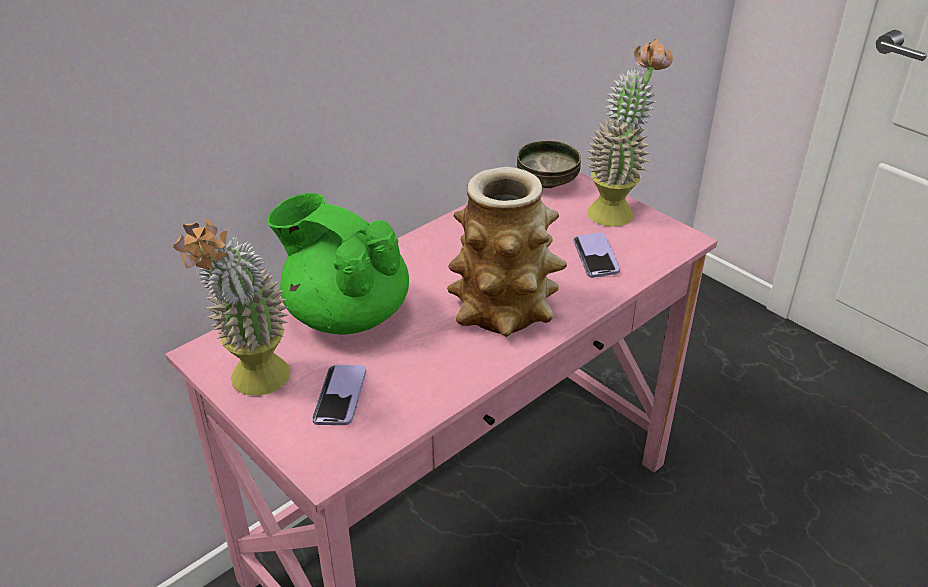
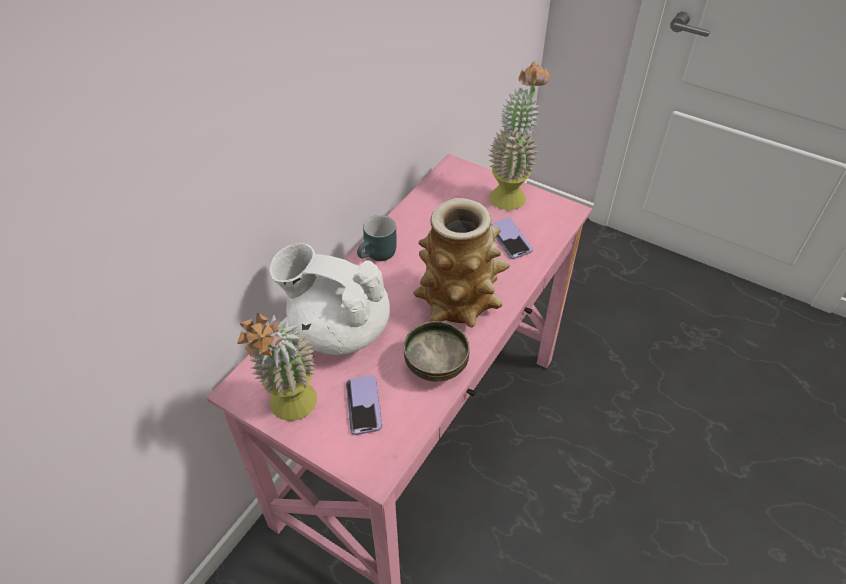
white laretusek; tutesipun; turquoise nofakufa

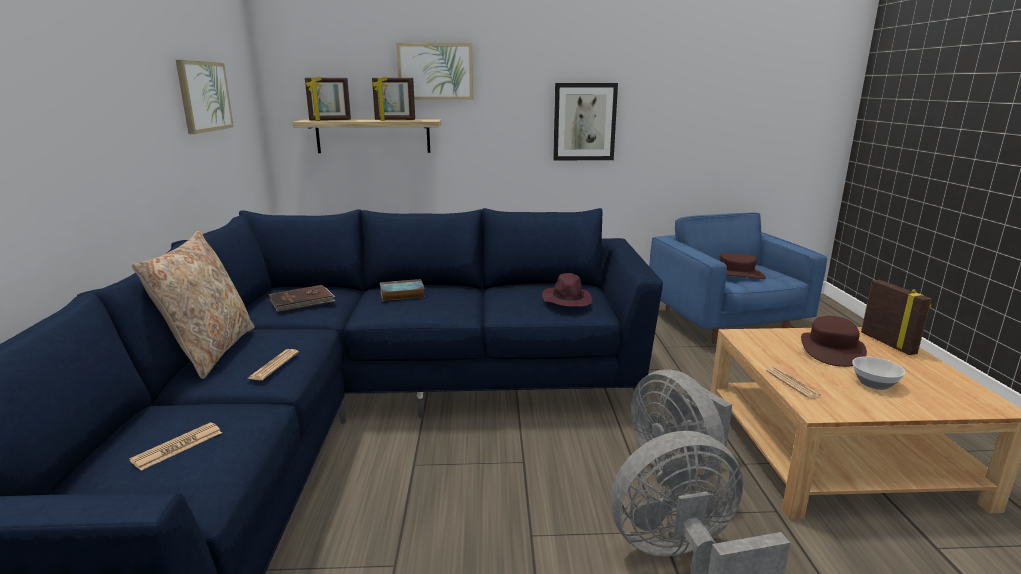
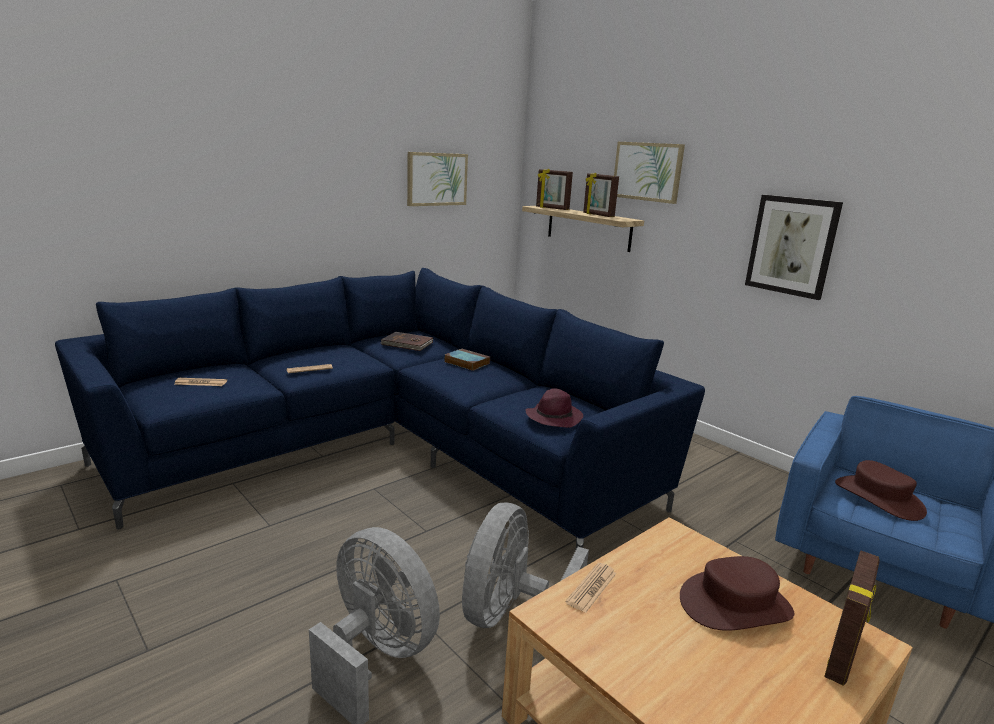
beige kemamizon; tutesipun

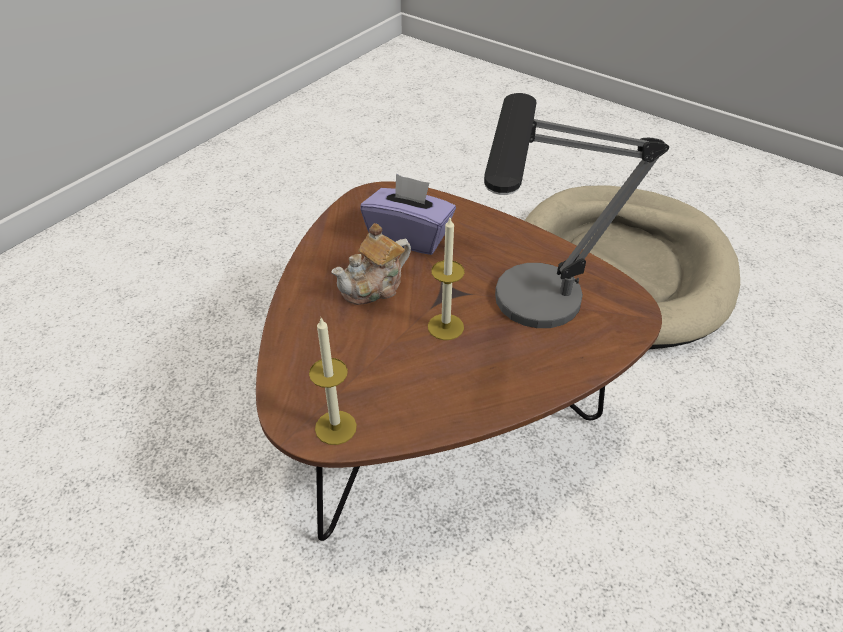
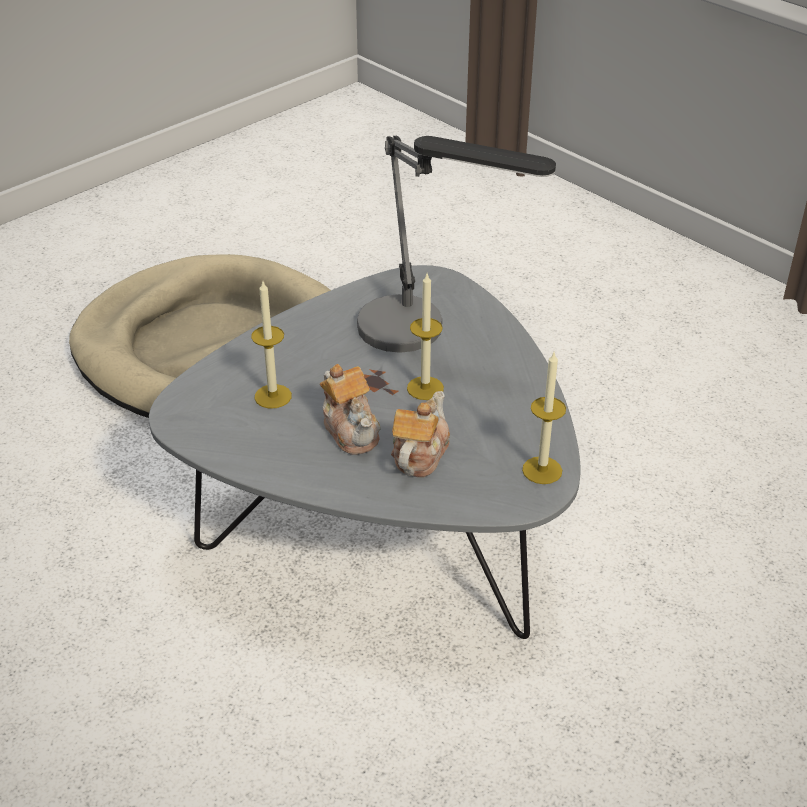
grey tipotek; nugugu (no. 1 from left); laretusek (no. 2 from left)

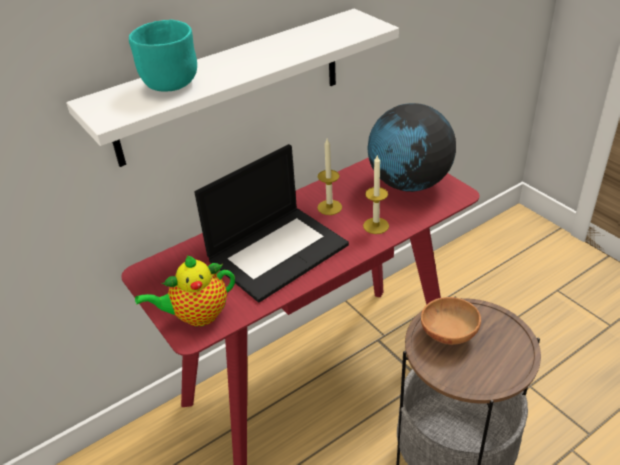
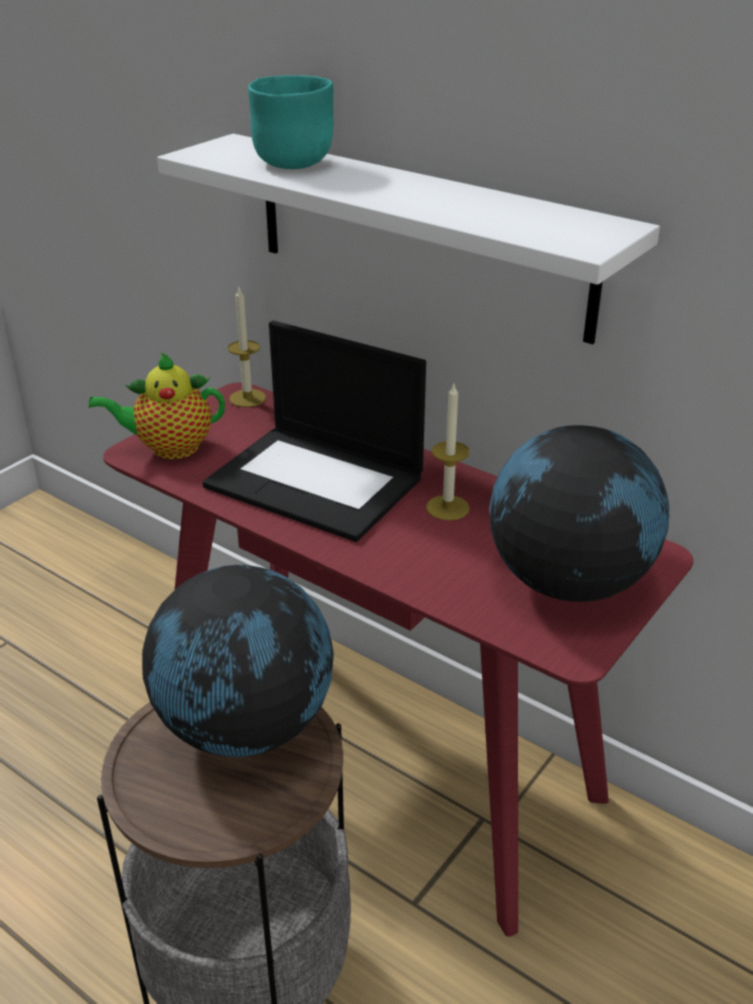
laretusek; nugugu (no. 1 from left); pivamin (no. 1 from left)

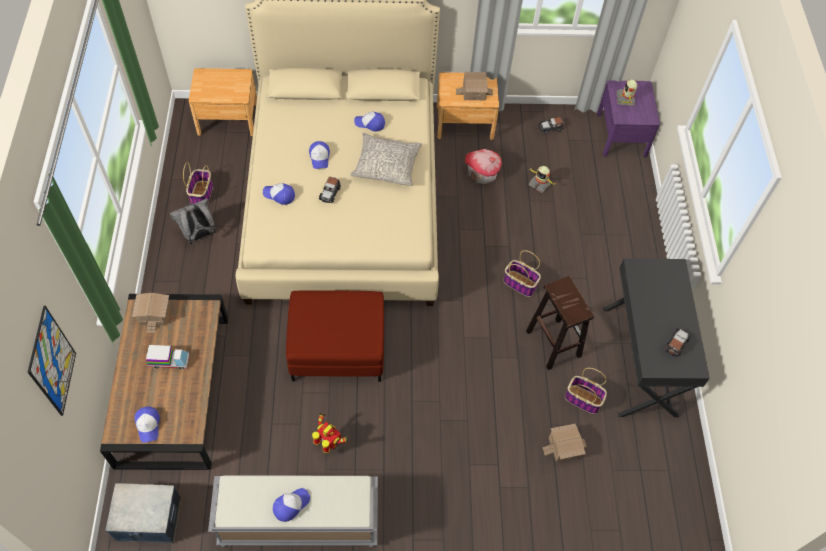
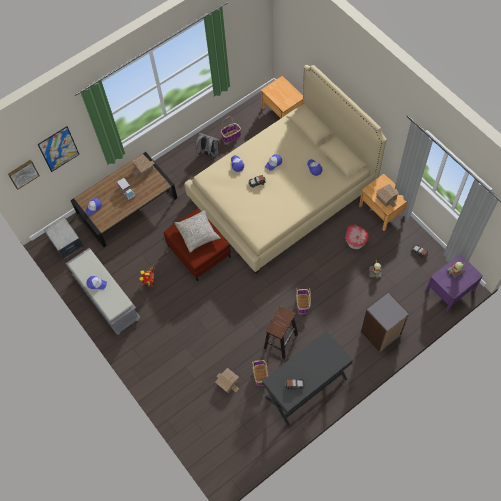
grey kemamizon; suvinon (no. 1 from left); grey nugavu

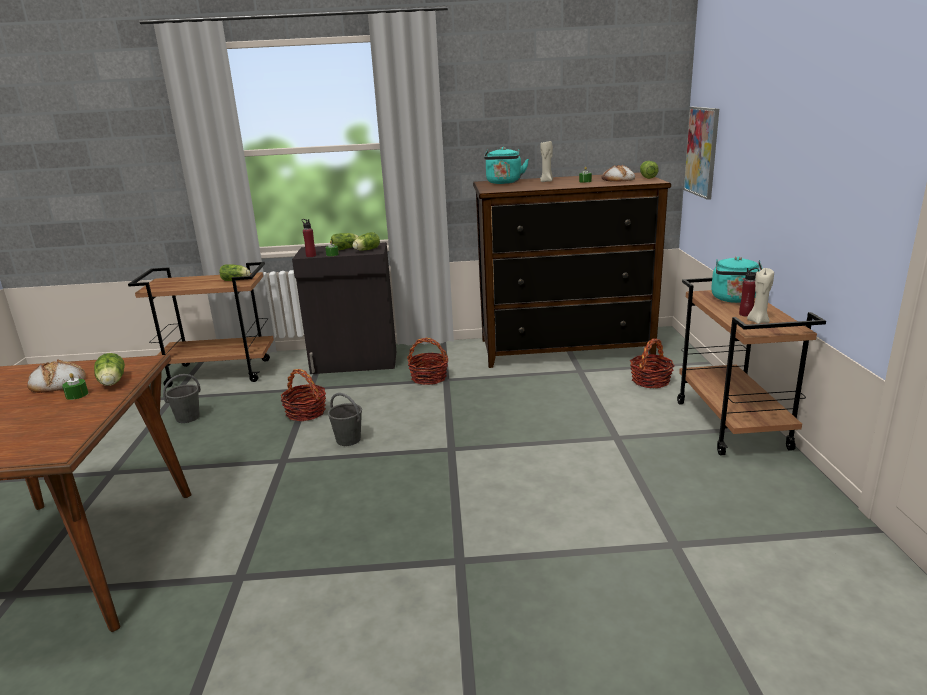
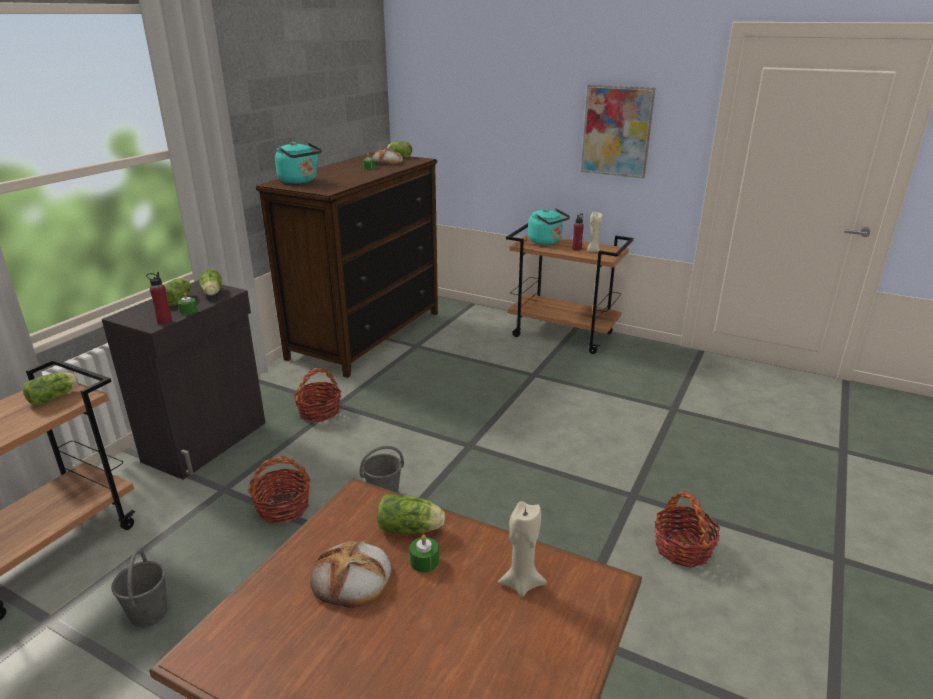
beige nugugu (no. 1 from left); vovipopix (no. 3 from left); suvinon

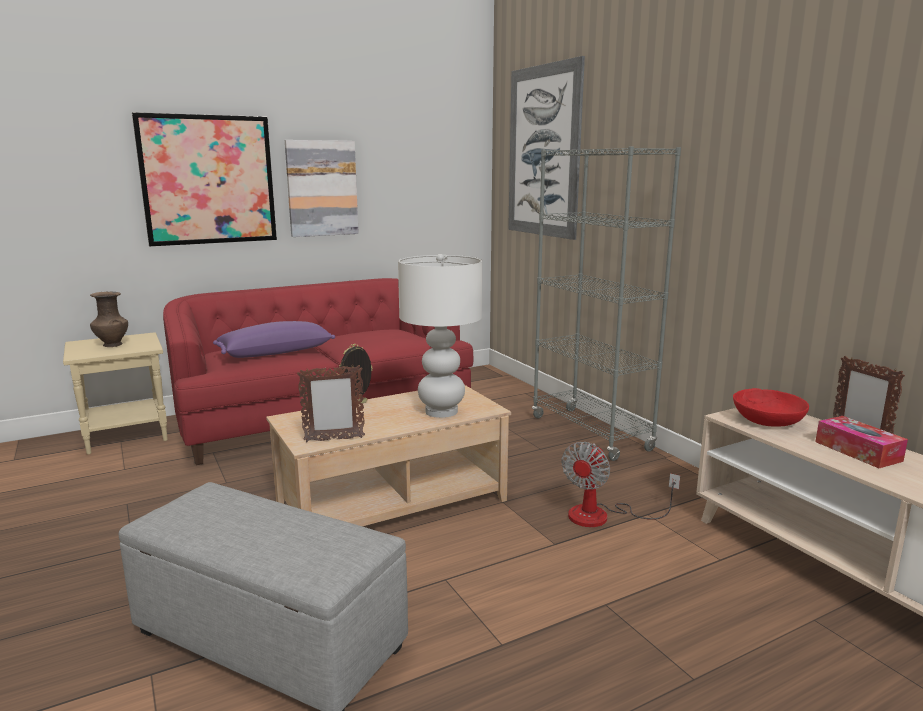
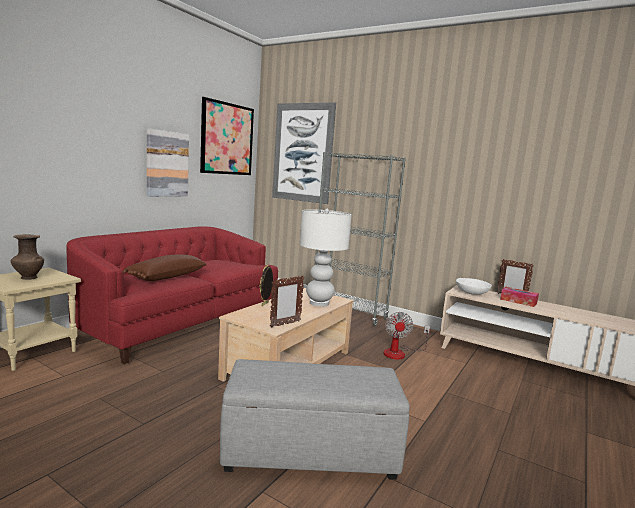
suvinon (no. 2 from left); brown kemamizon; white tutesipun

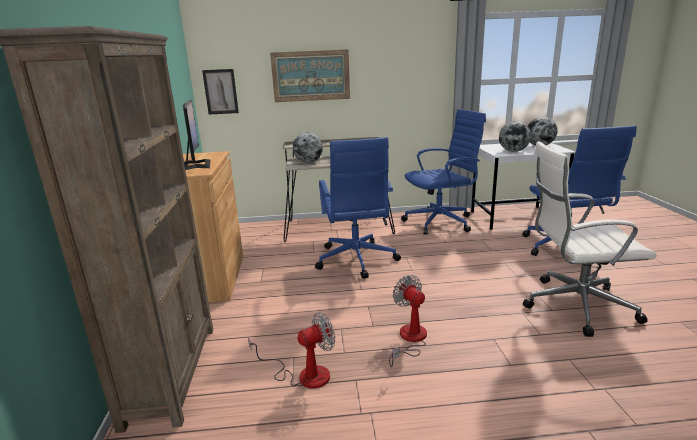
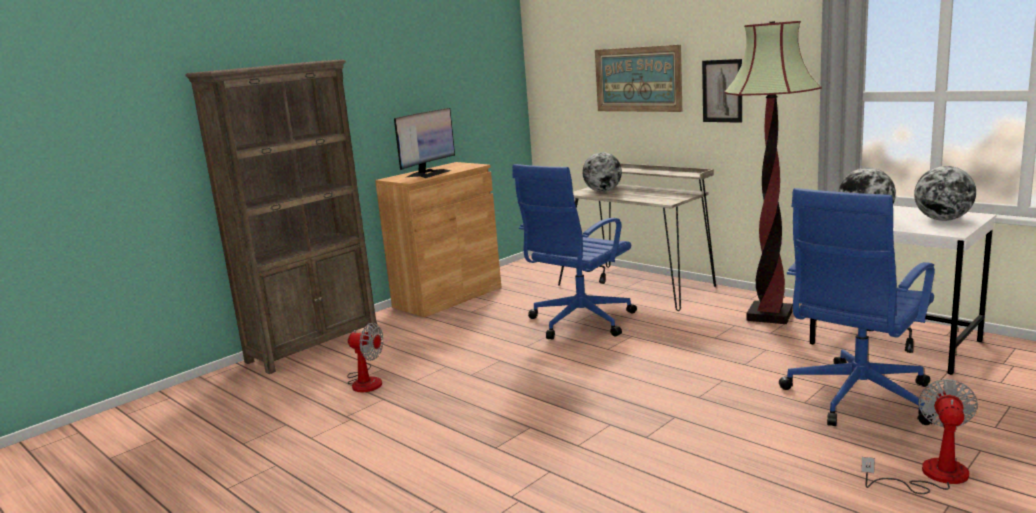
suvinon (no. 2 from left); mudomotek (no. 2 from left); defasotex; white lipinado

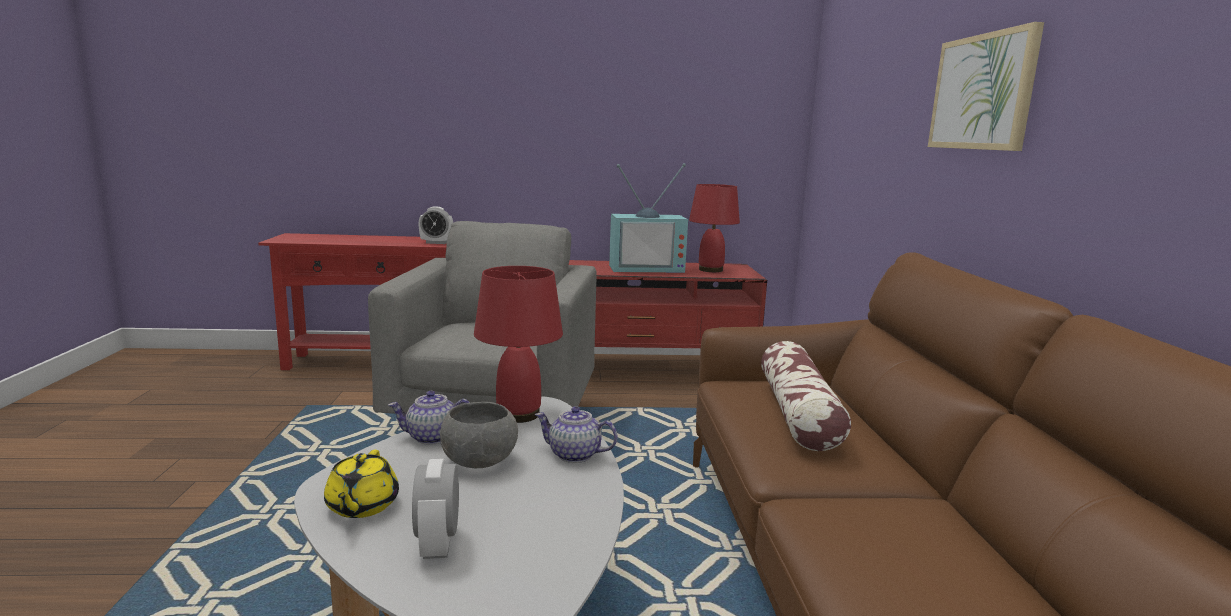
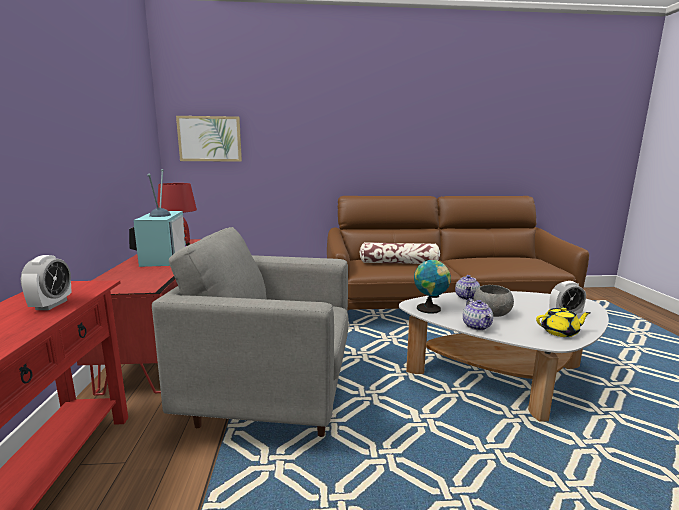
pivamin; suvinon

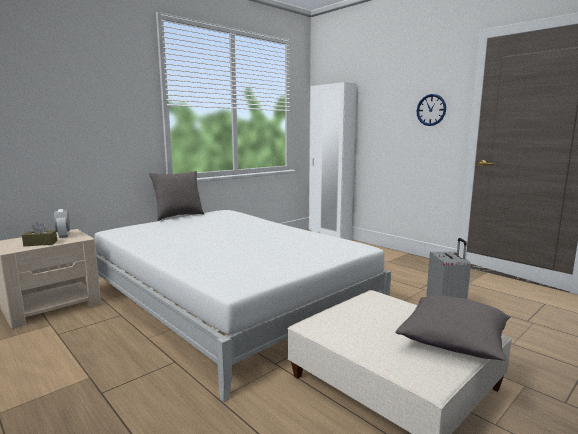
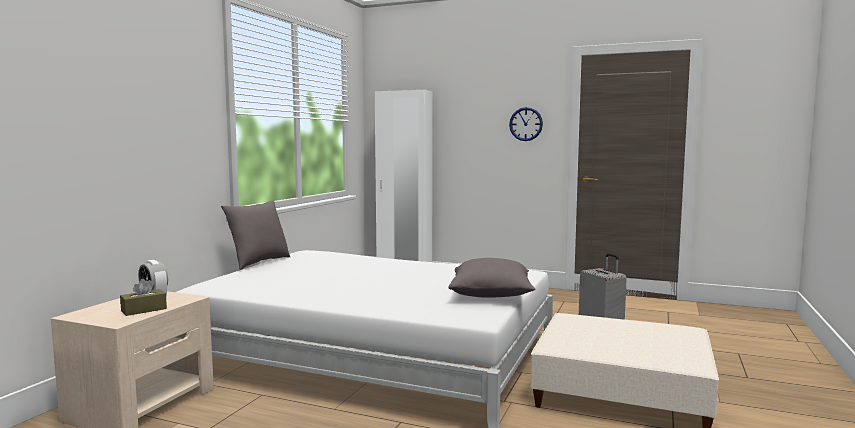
grey kemamizon (no. 2 from left)

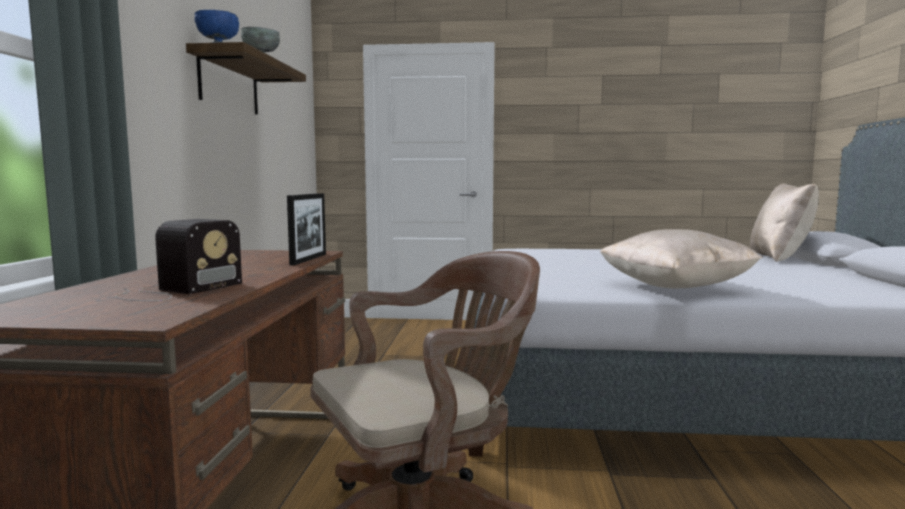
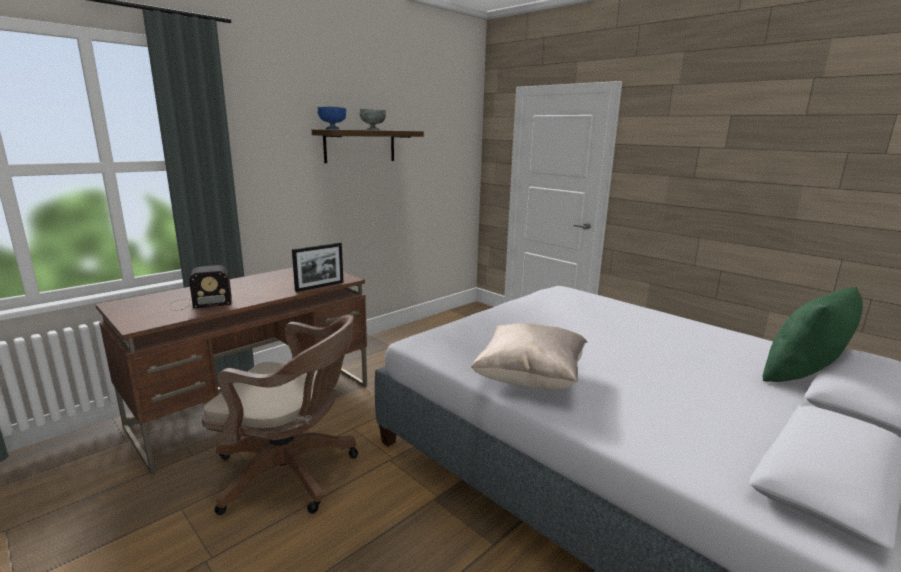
green kemamizon

